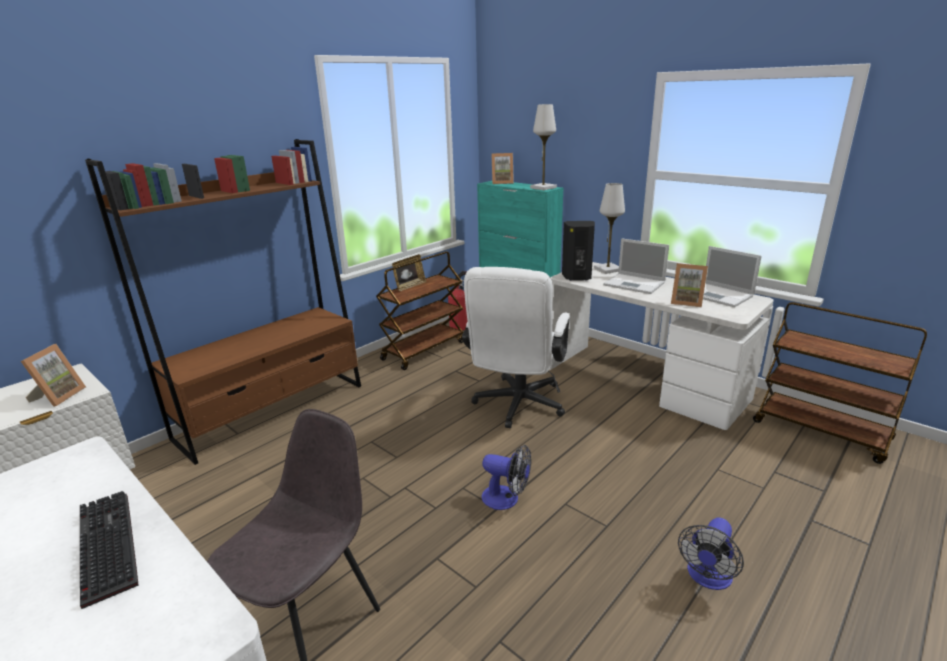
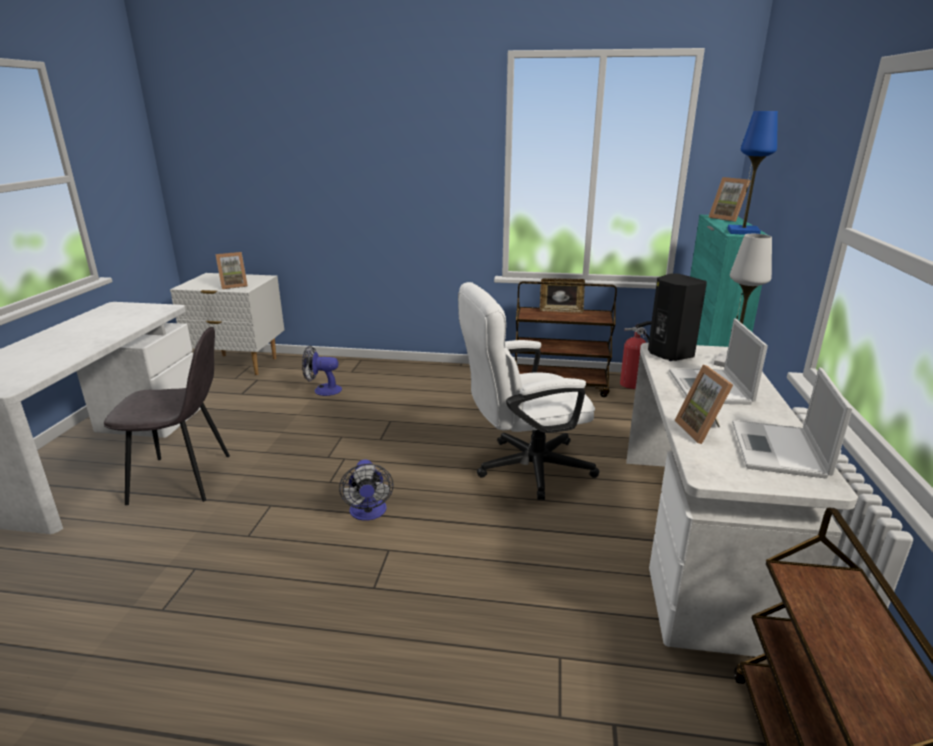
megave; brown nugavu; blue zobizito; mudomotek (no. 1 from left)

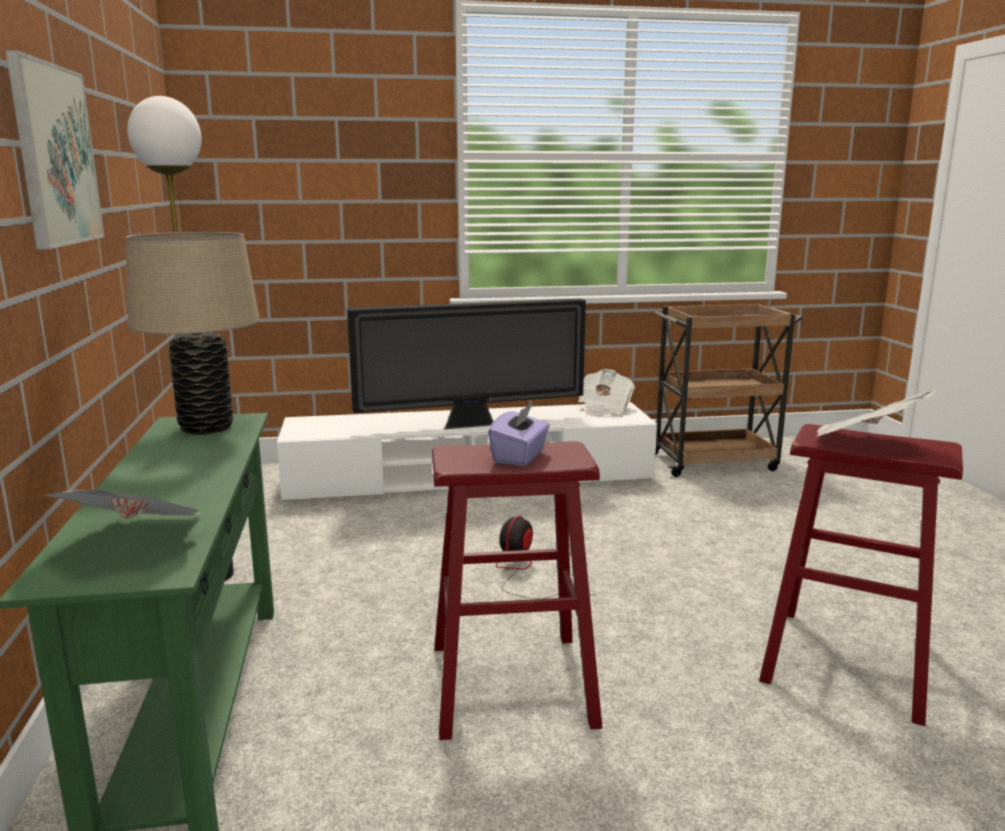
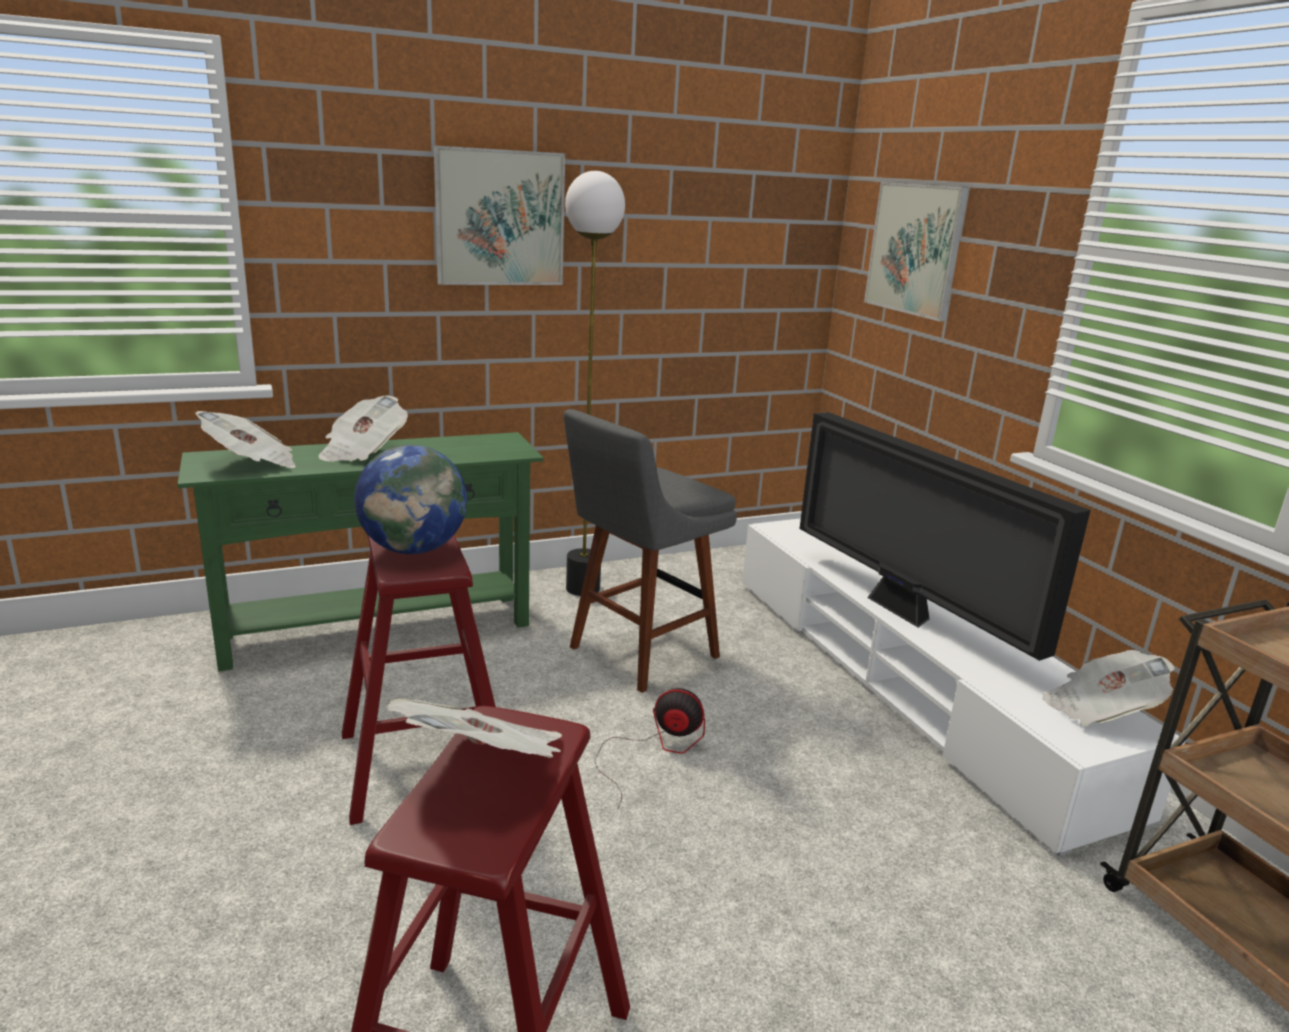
beige zobizito; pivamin; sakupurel (no. 2 from left); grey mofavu; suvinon (no. 2 from left)

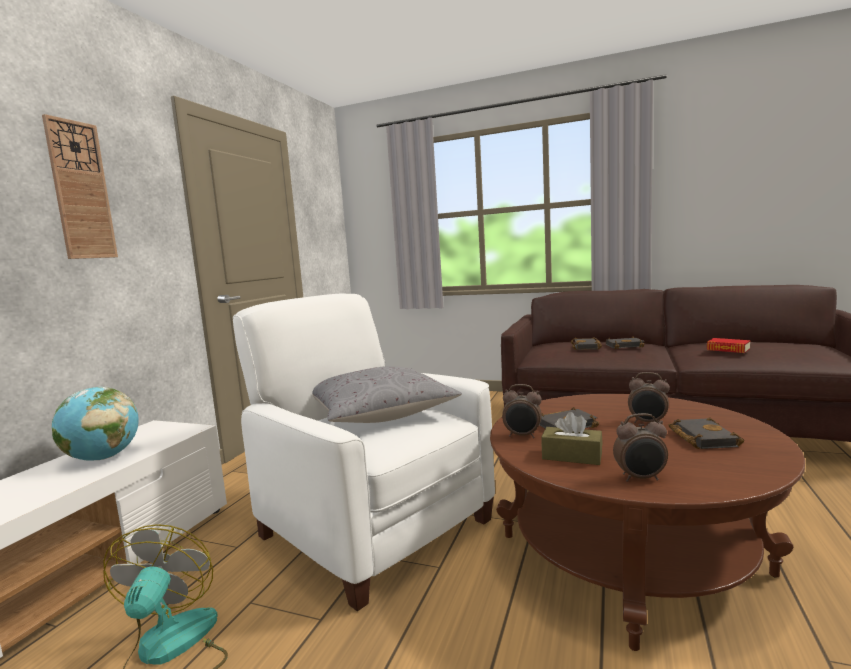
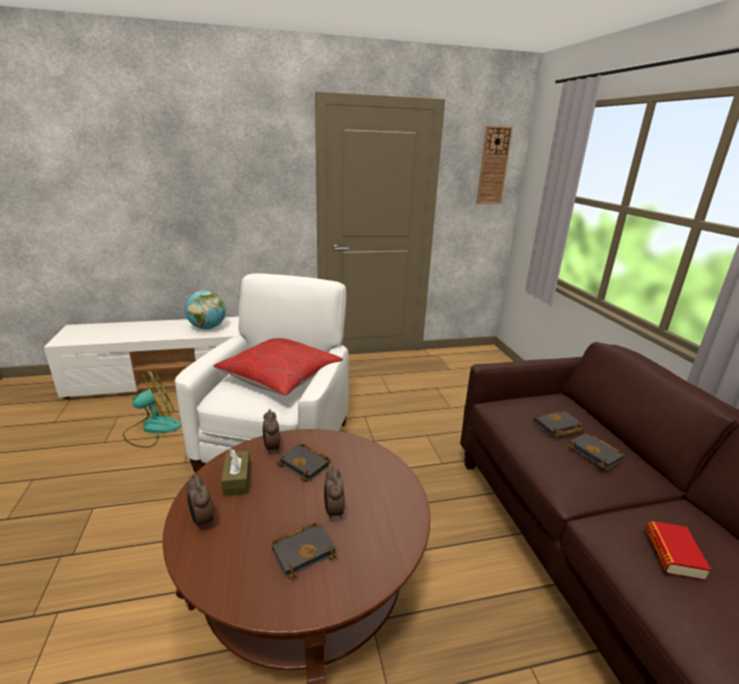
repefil; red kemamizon

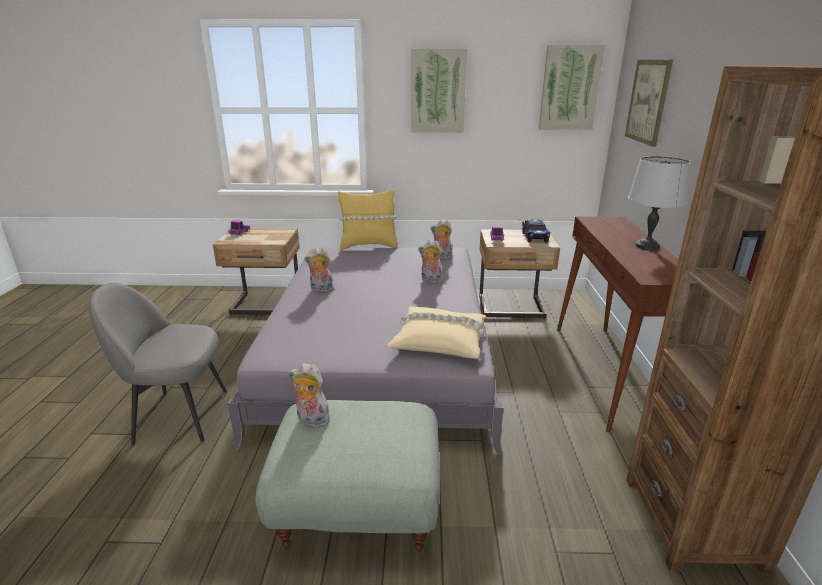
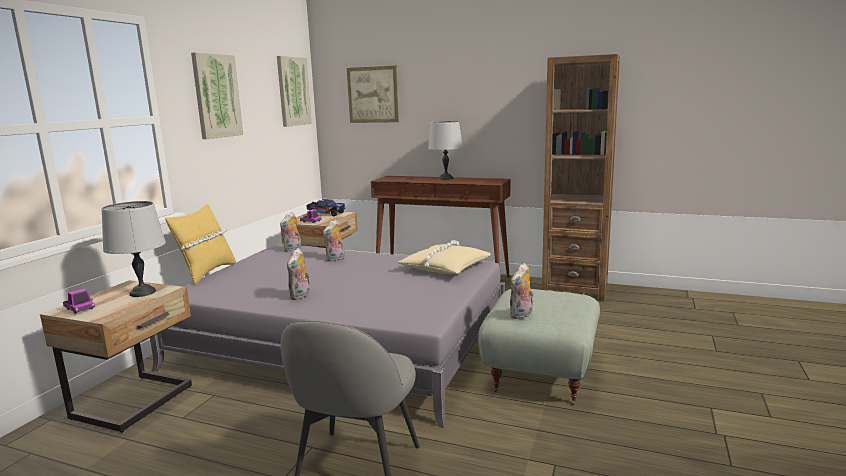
grey zobizito (no. 1 from left)

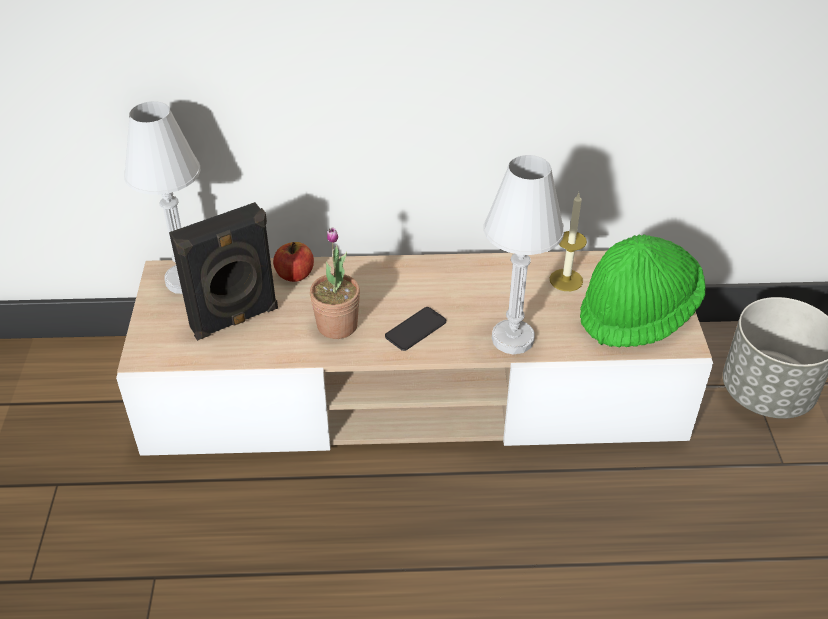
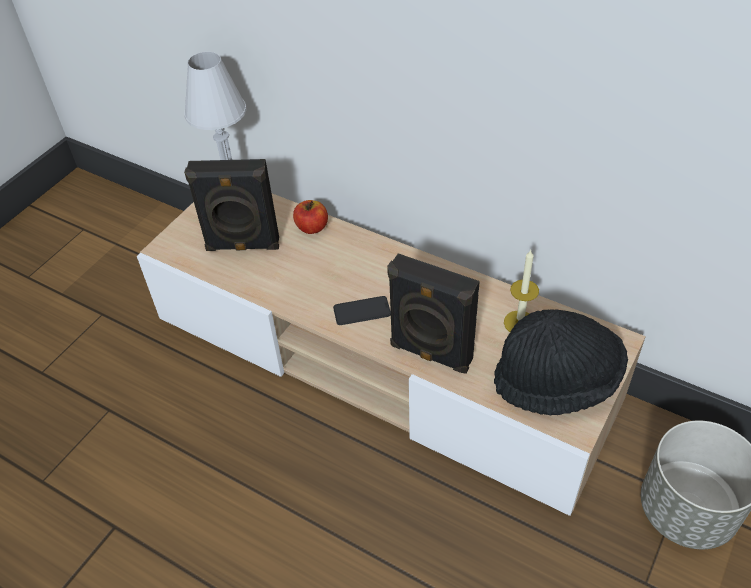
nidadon; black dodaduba (no. 2 from left); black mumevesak

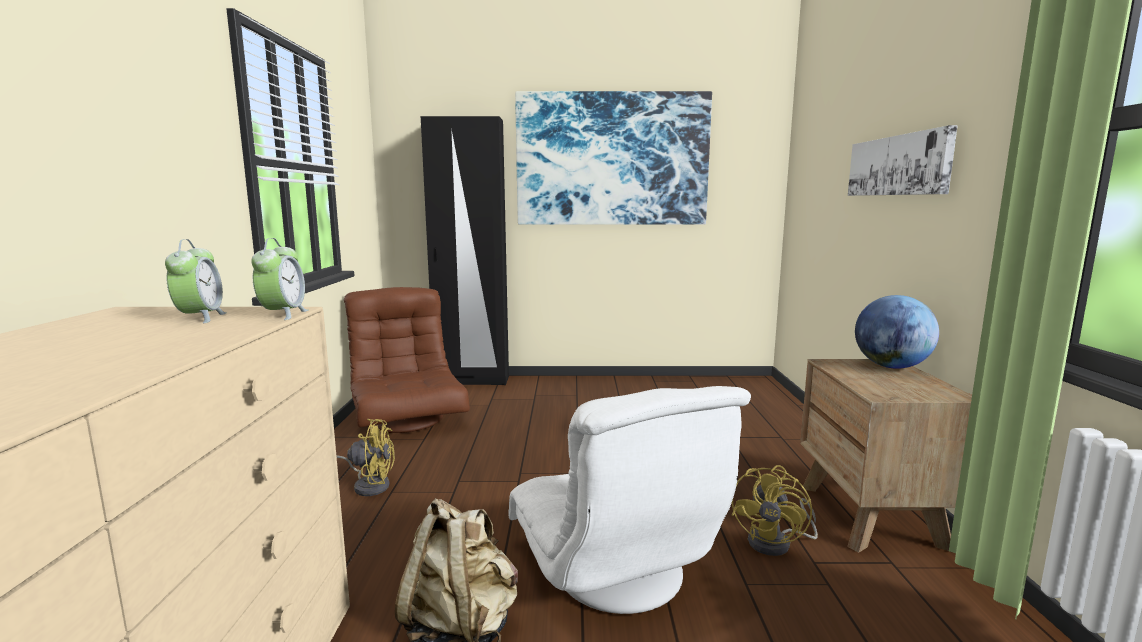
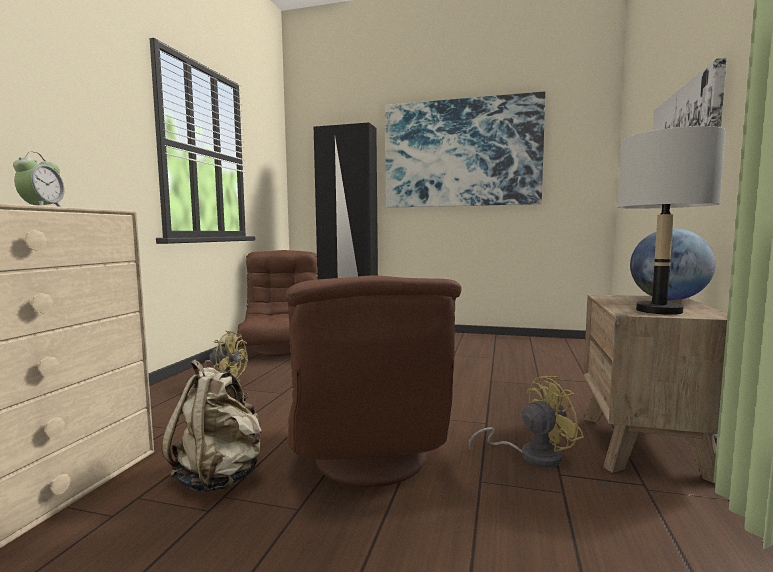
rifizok (no. 2 from left in the first image); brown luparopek (no. 2 from left); yellow mudomotek (no. 2 from left); grey zobizito

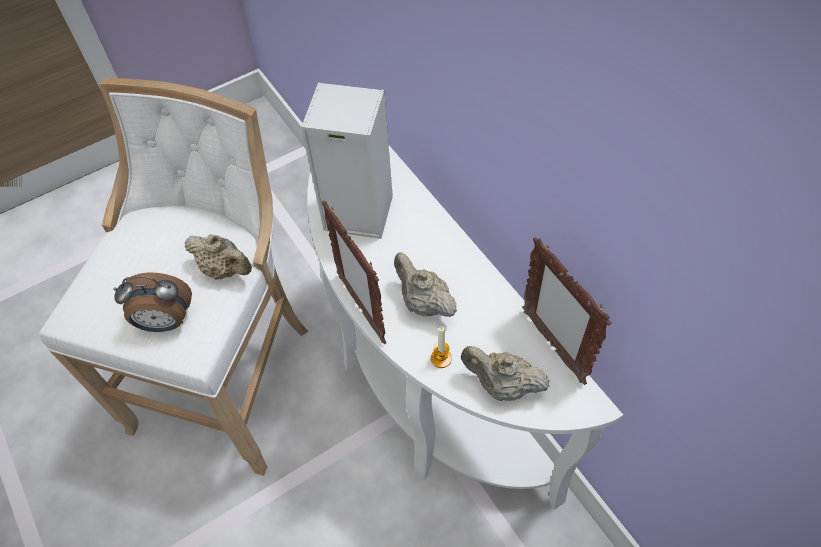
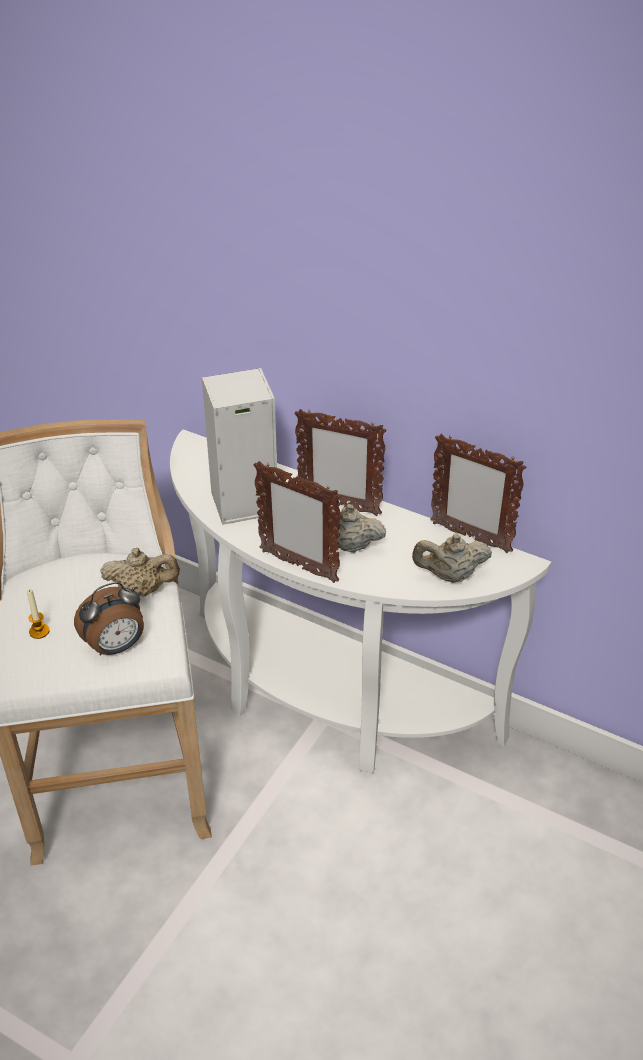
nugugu; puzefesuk (no. 2 from left)

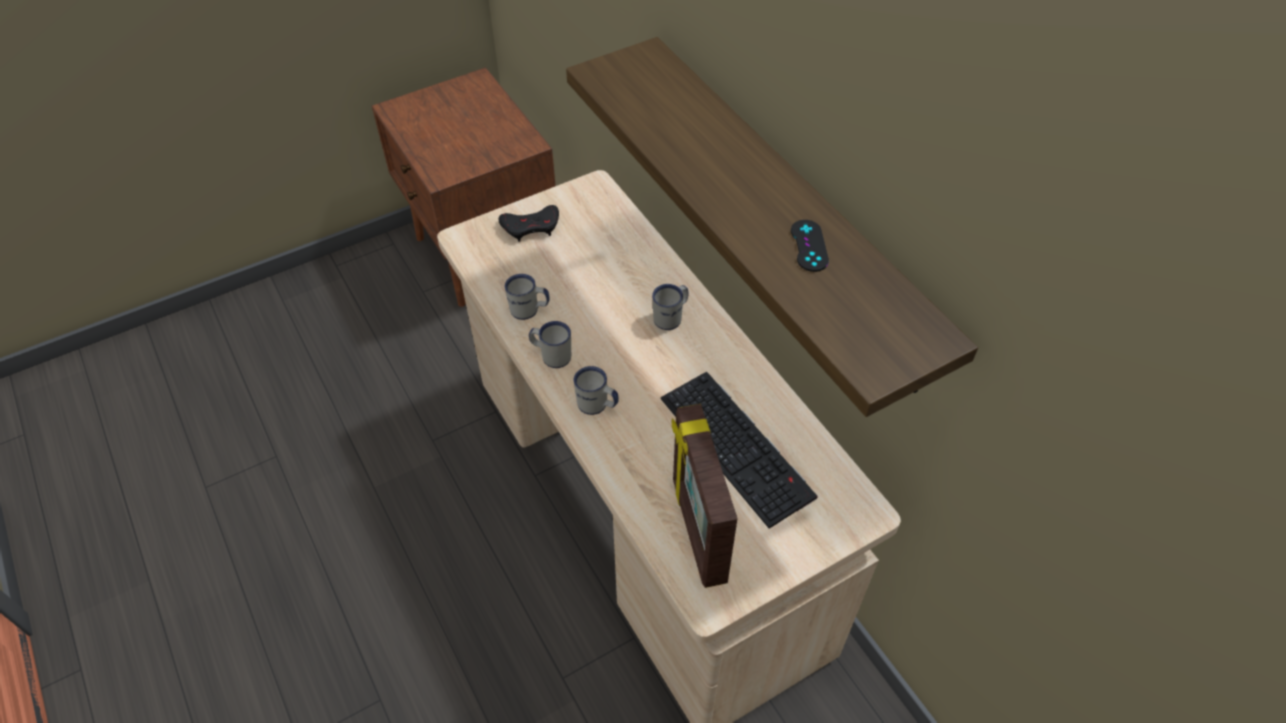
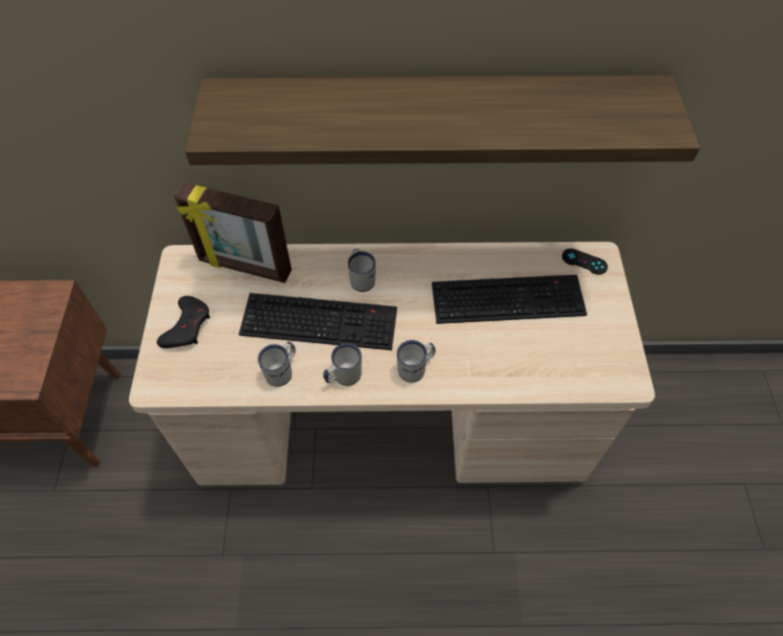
puzefesuk; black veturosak (no. 2 from left); megave (no. 1 from left)

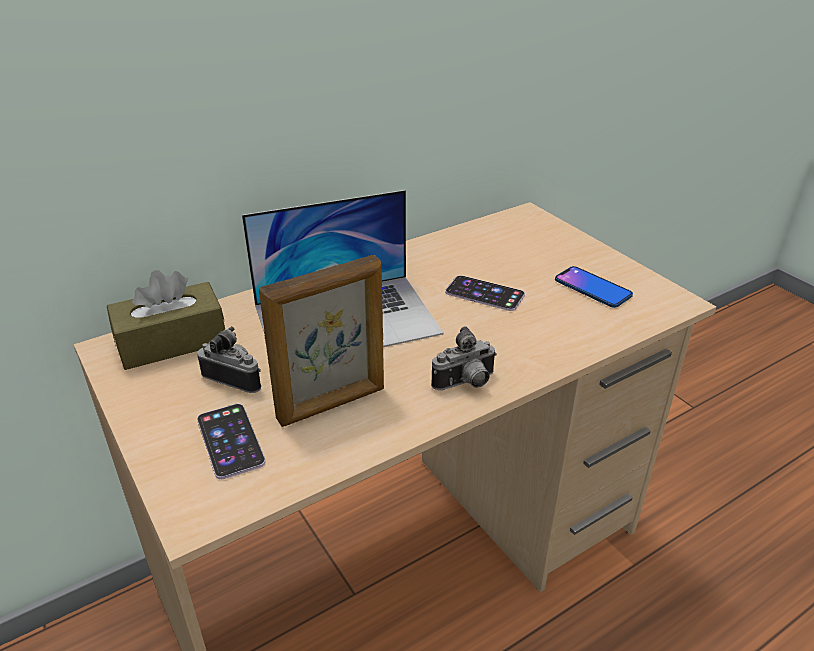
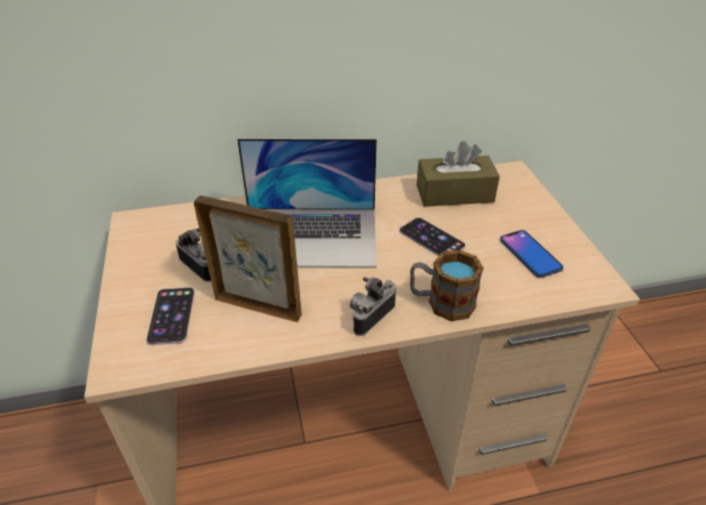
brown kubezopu; puzefesuk; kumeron (no. 2 from left); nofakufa

